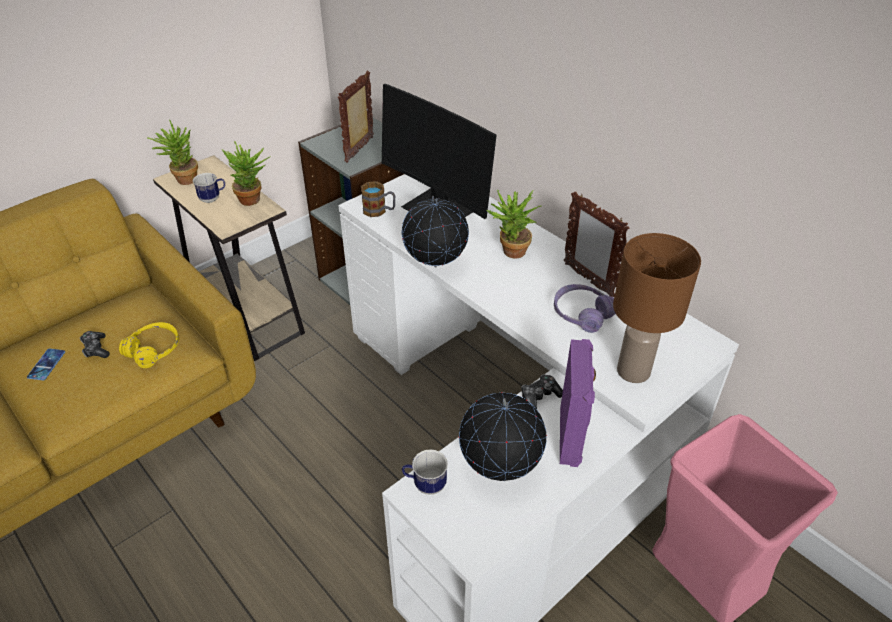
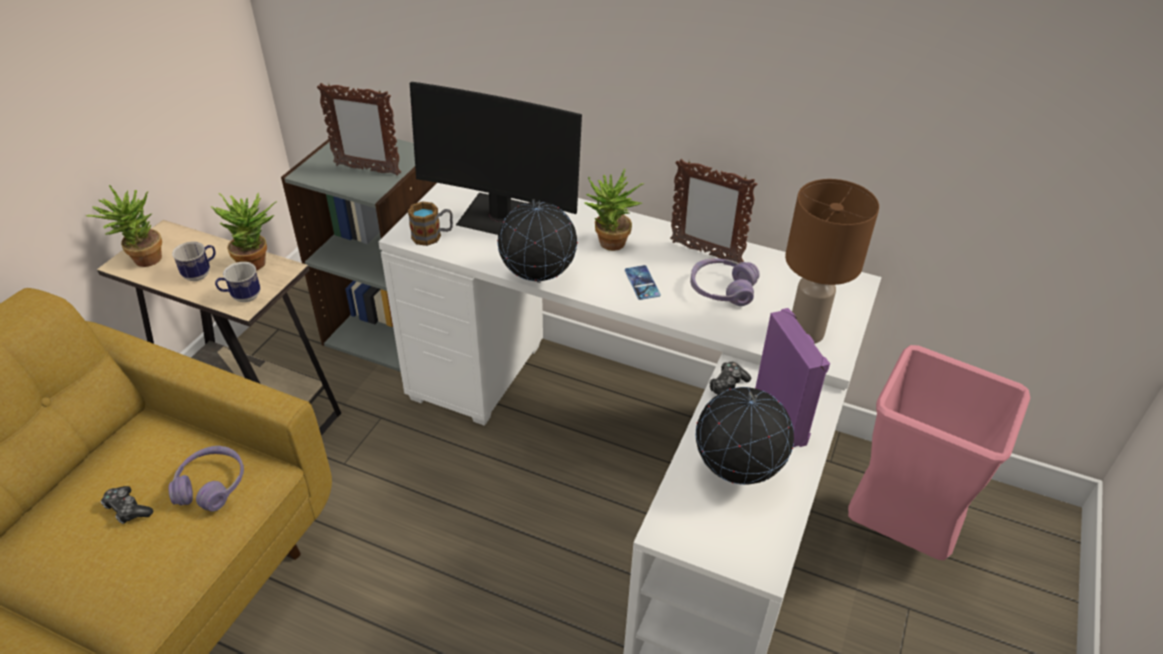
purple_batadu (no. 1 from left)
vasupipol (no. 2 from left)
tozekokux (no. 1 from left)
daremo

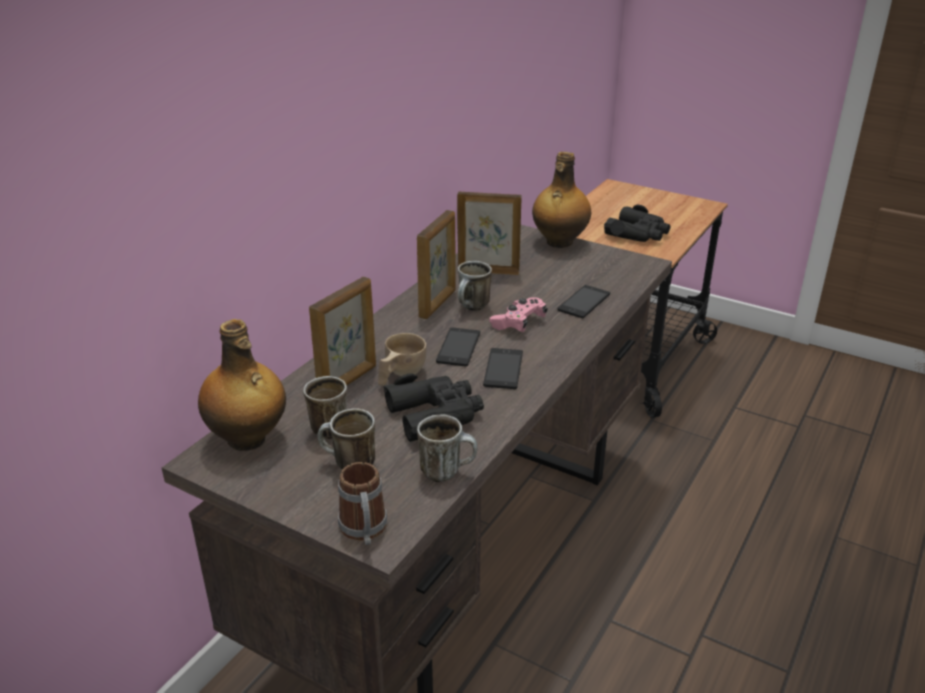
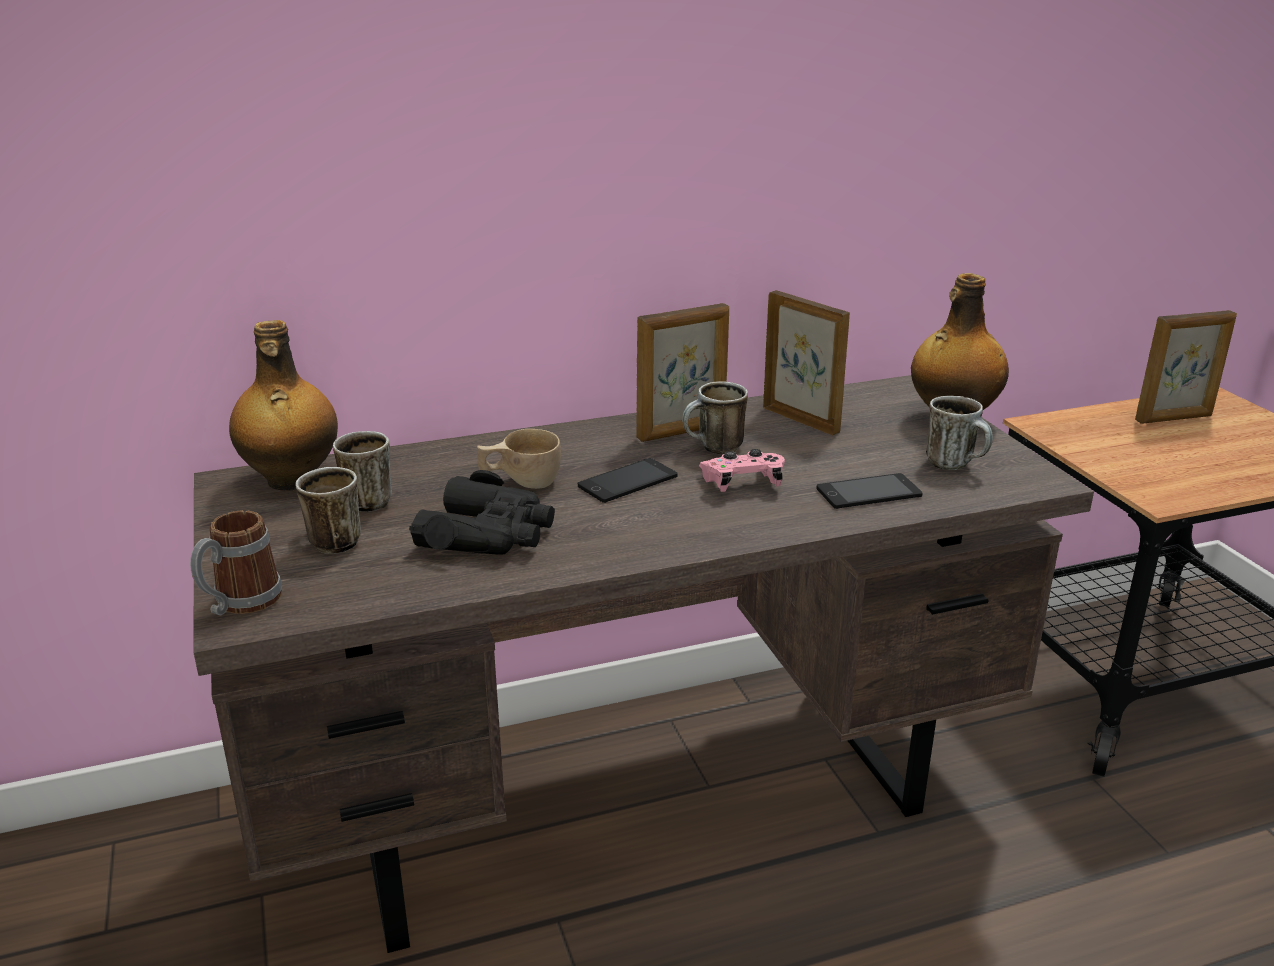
vasupipol (no. 5 from left)
tozekokux (no. 3 from left)
daremo (no. 2 from left in the first image)
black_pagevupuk (no. 2 from left in the first image)

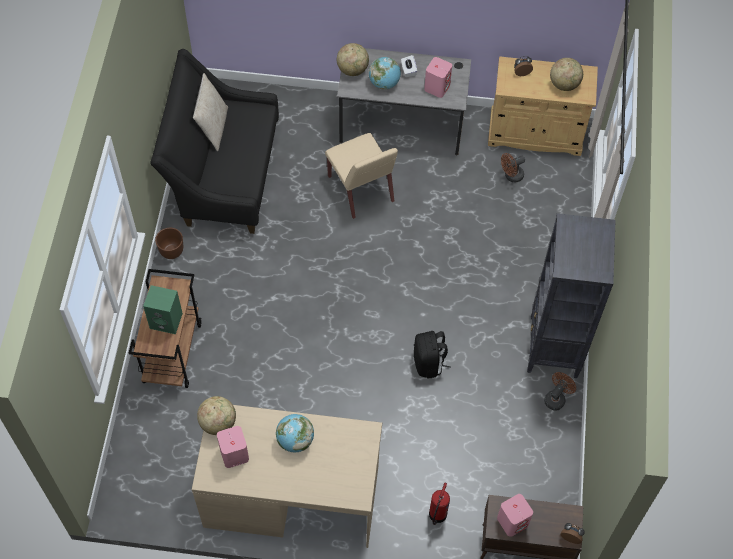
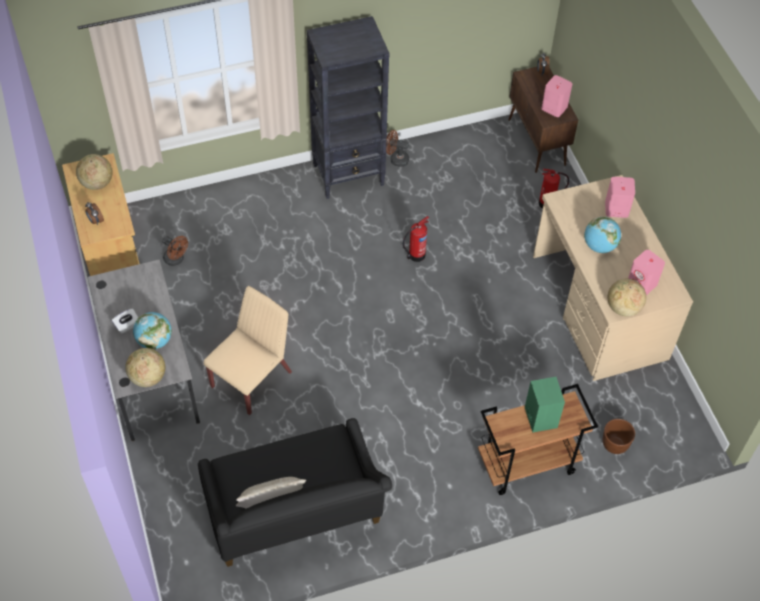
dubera (no. 1 from left)
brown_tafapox
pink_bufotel (no. 2 from left)

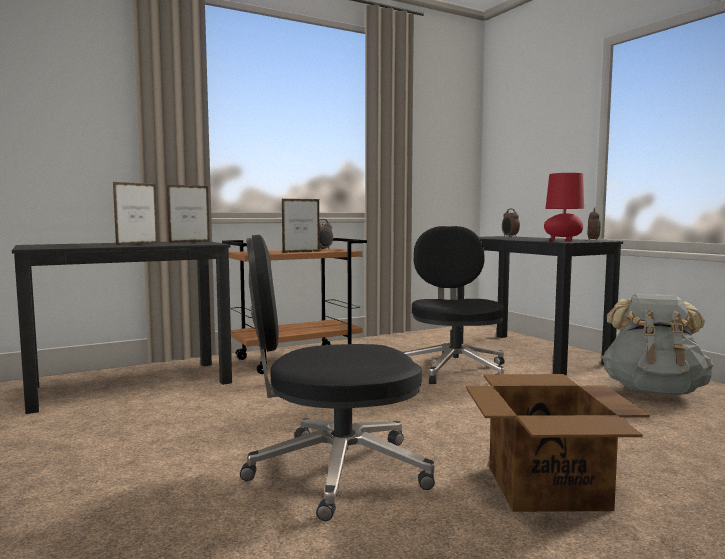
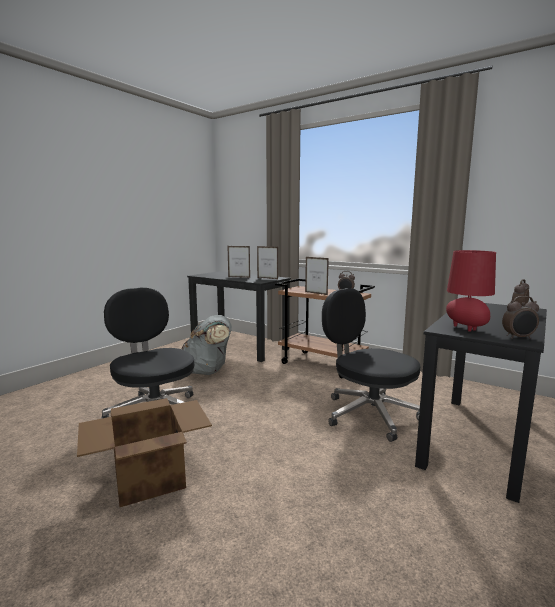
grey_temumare
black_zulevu (no. 2 from left)

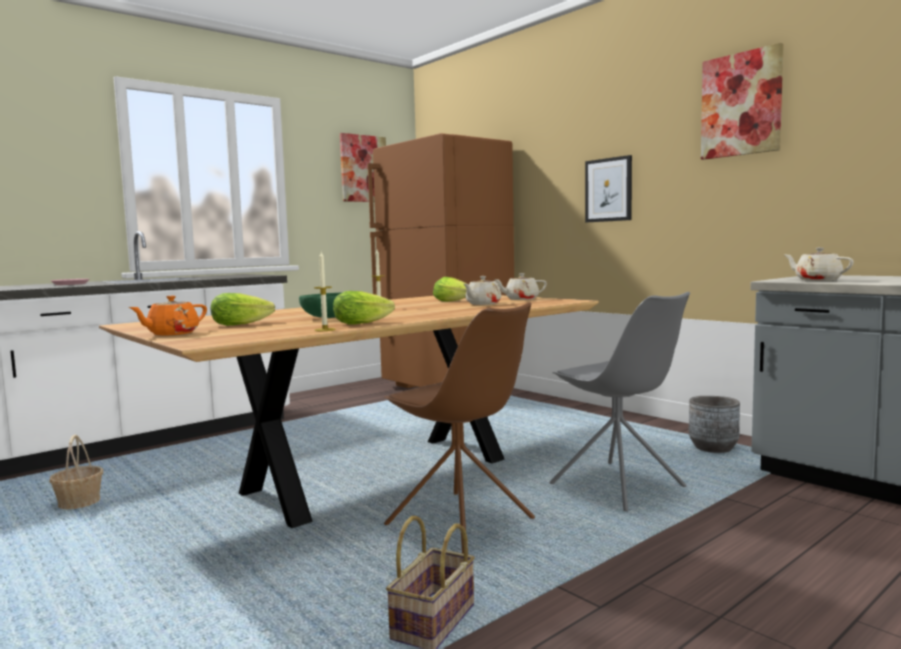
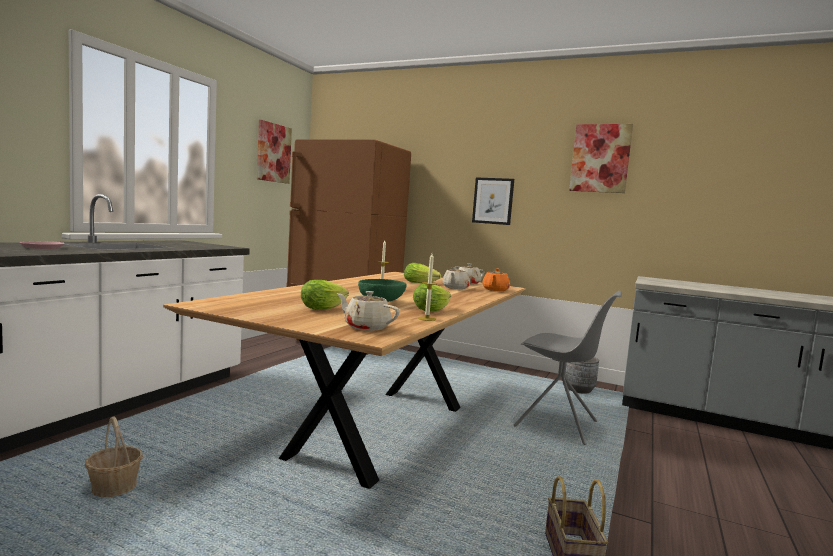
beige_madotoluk (no. 1 from left)
orange_madotoluk
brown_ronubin

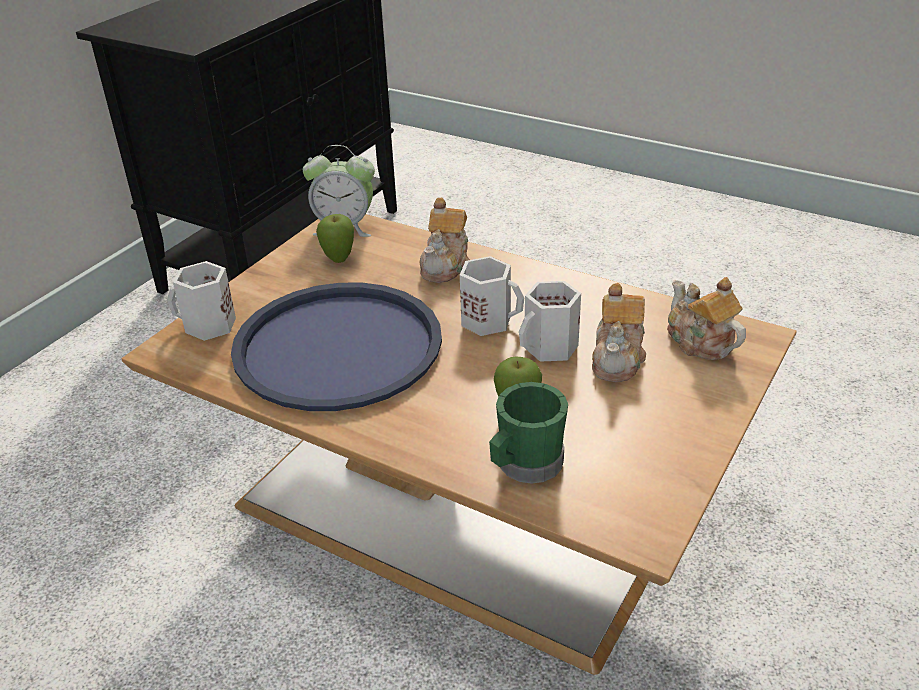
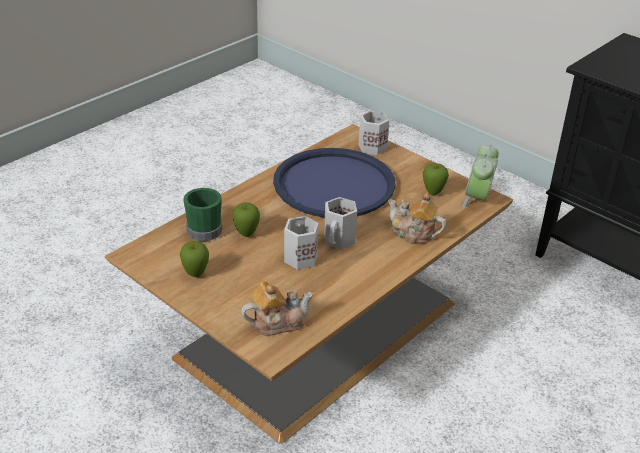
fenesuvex (no. 1 from left)
madotoluk (no. 2 from left in the first image)

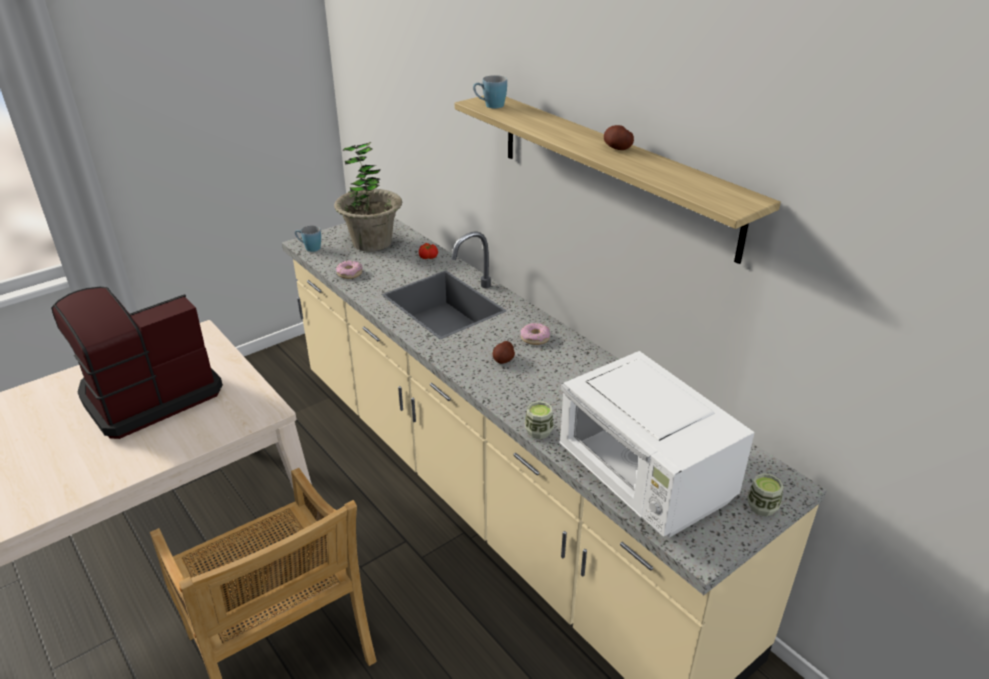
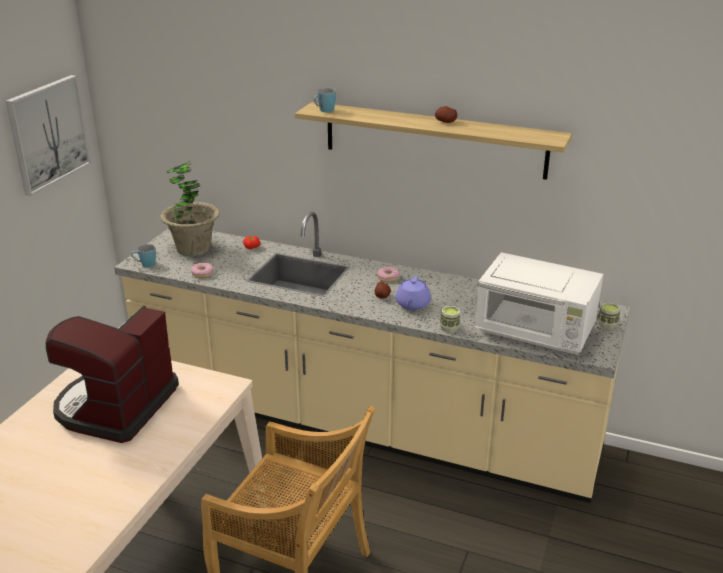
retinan
purple_madotoluk

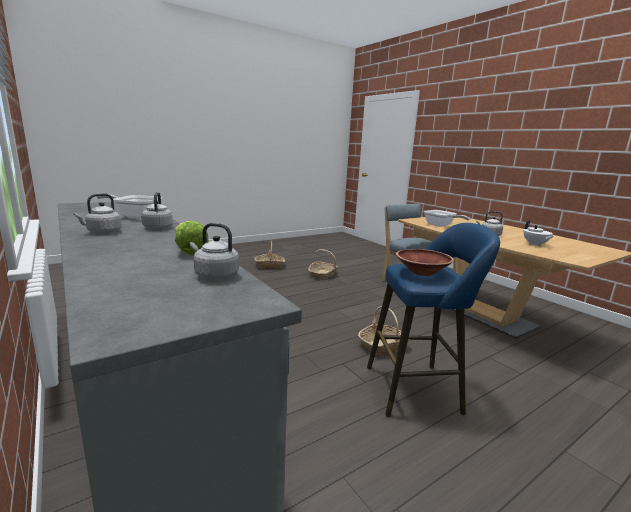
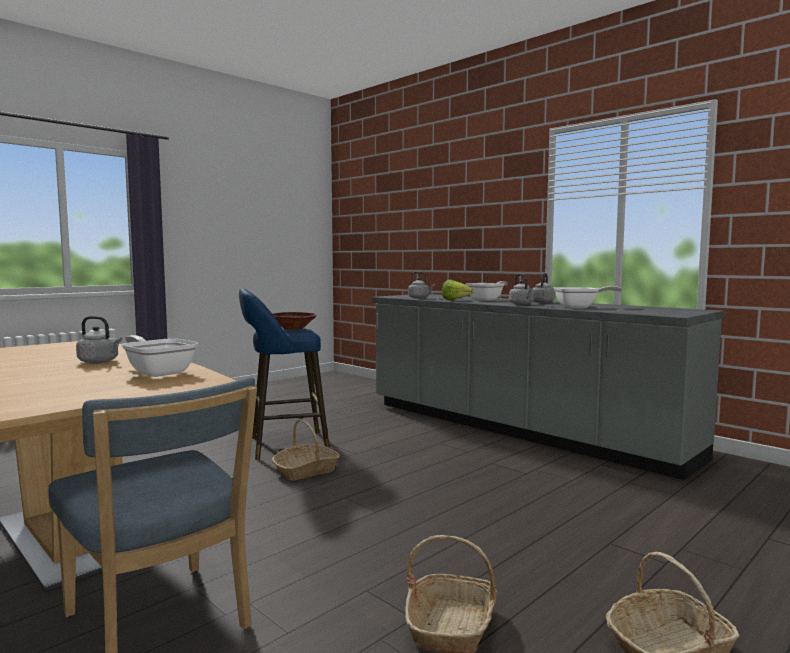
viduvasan (no. 2 from left)
white_madotoluk

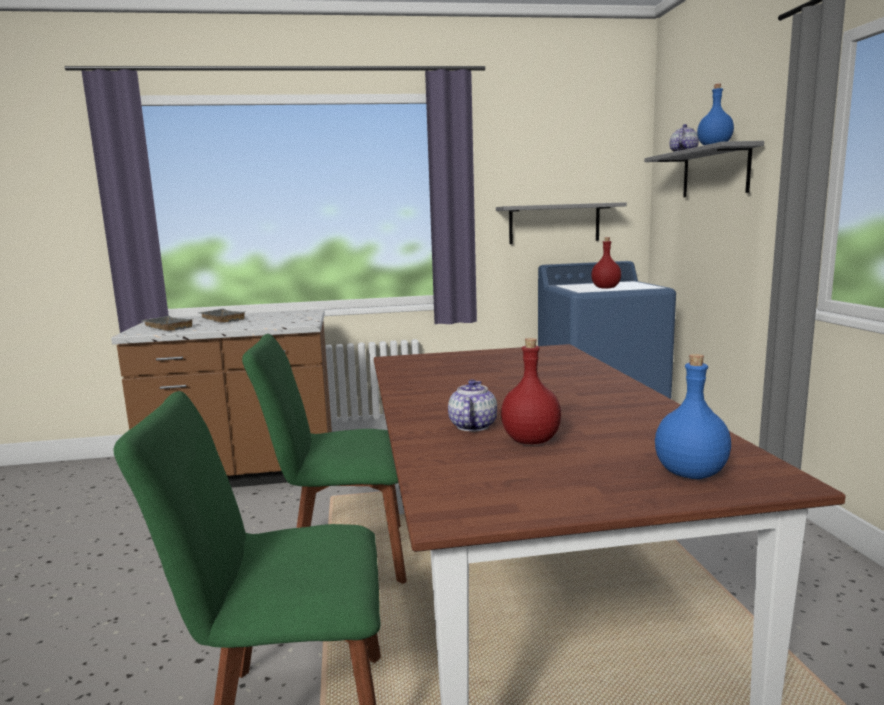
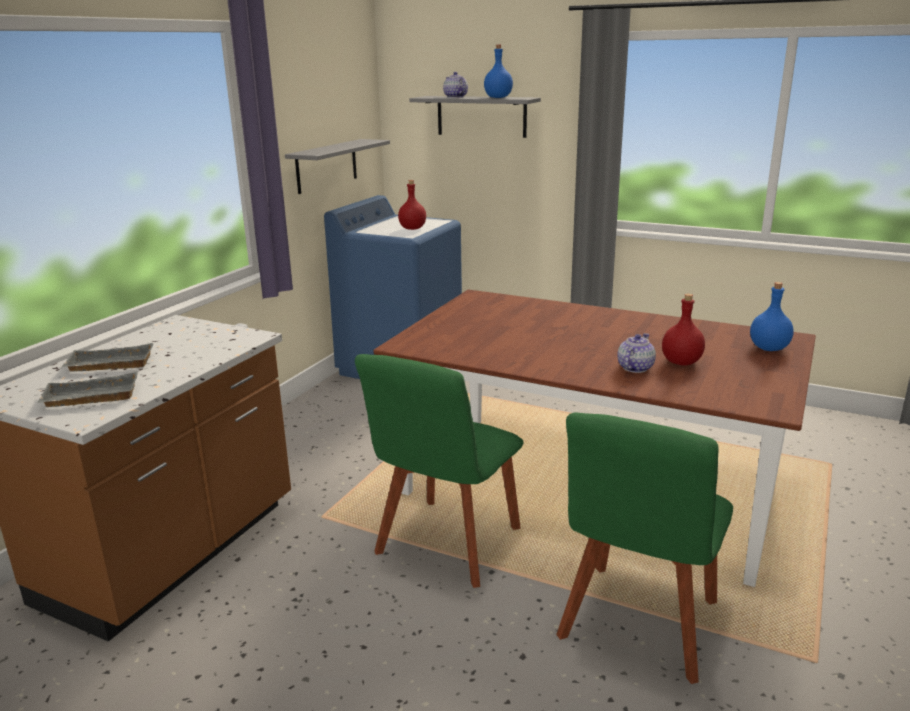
madotoluk (no. 2 from left)

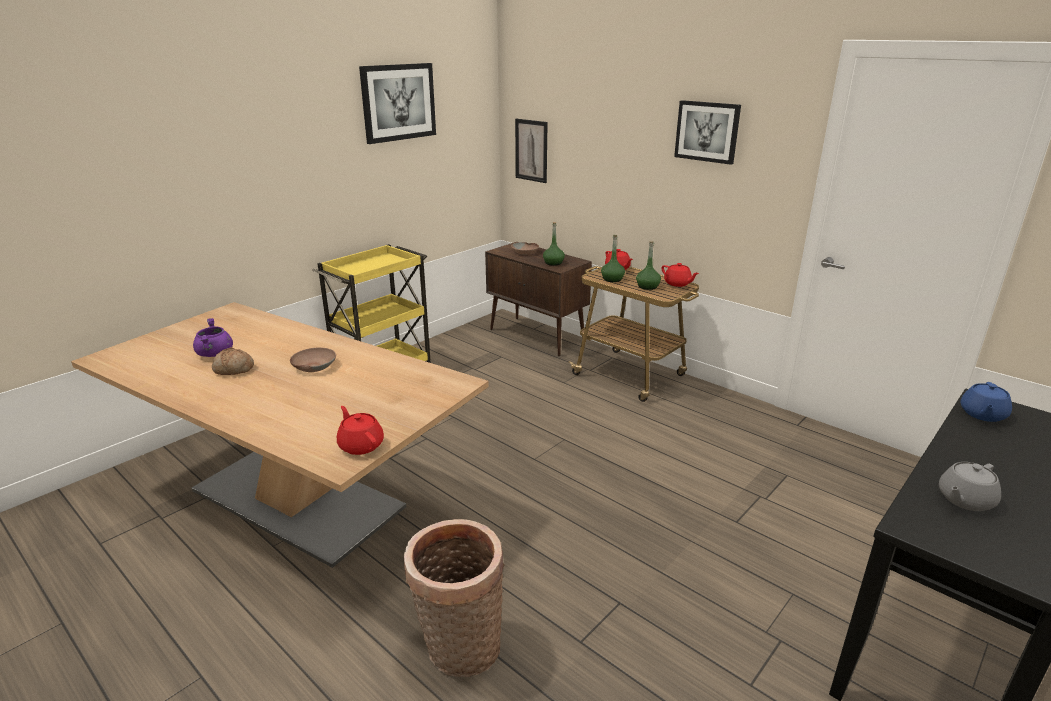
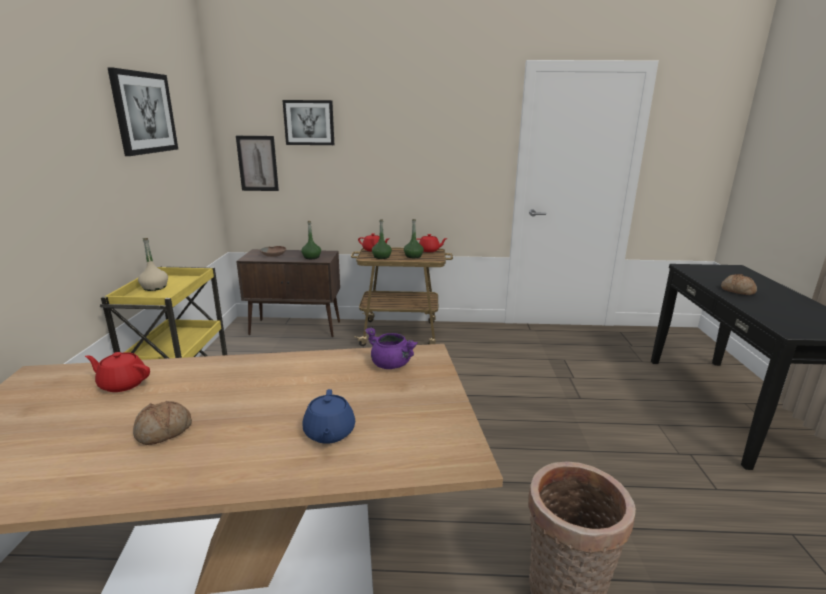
red_madotoluk (no. 1 from left)
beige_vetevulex
retinan (no. 3 from left)
blue_madotoluk
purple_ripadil
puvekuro (no. 2 from left)
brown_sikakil (no. 1 from left in the first image)
grey_madotoluk

